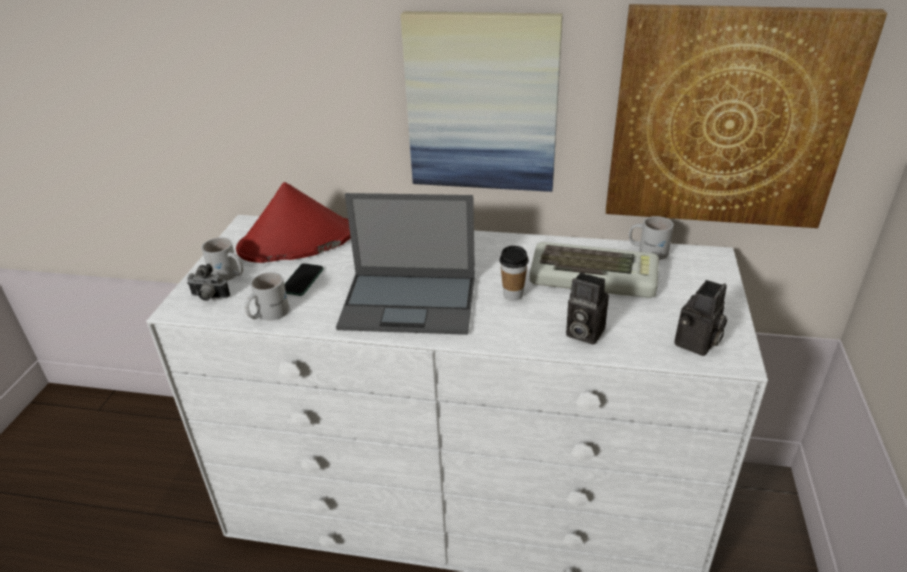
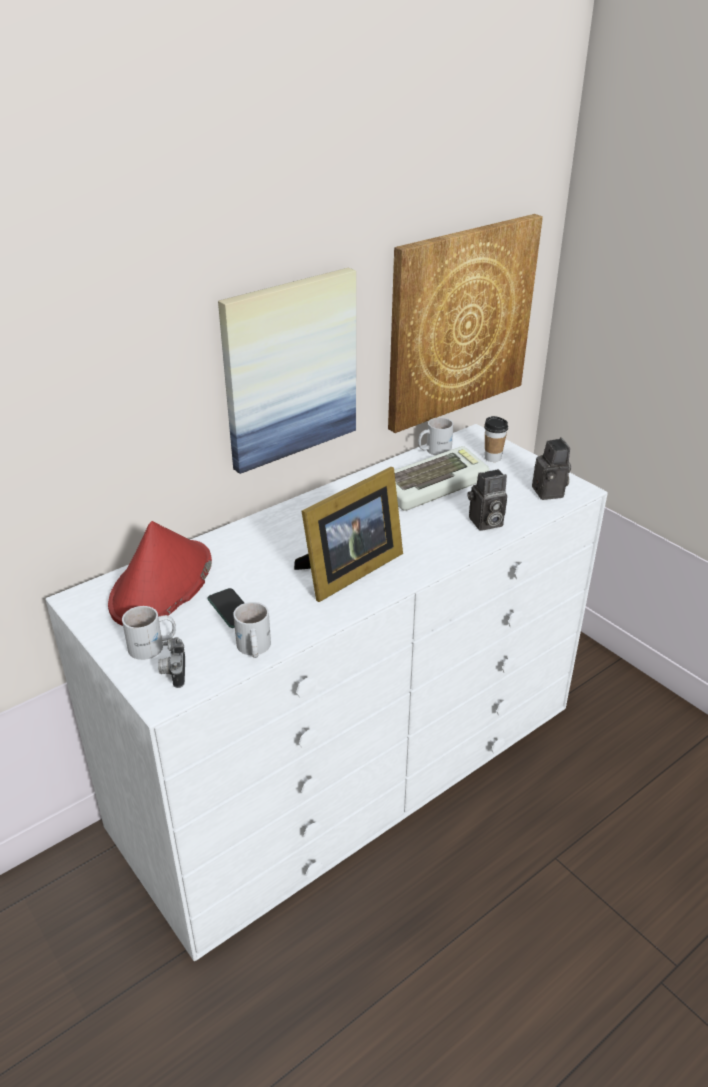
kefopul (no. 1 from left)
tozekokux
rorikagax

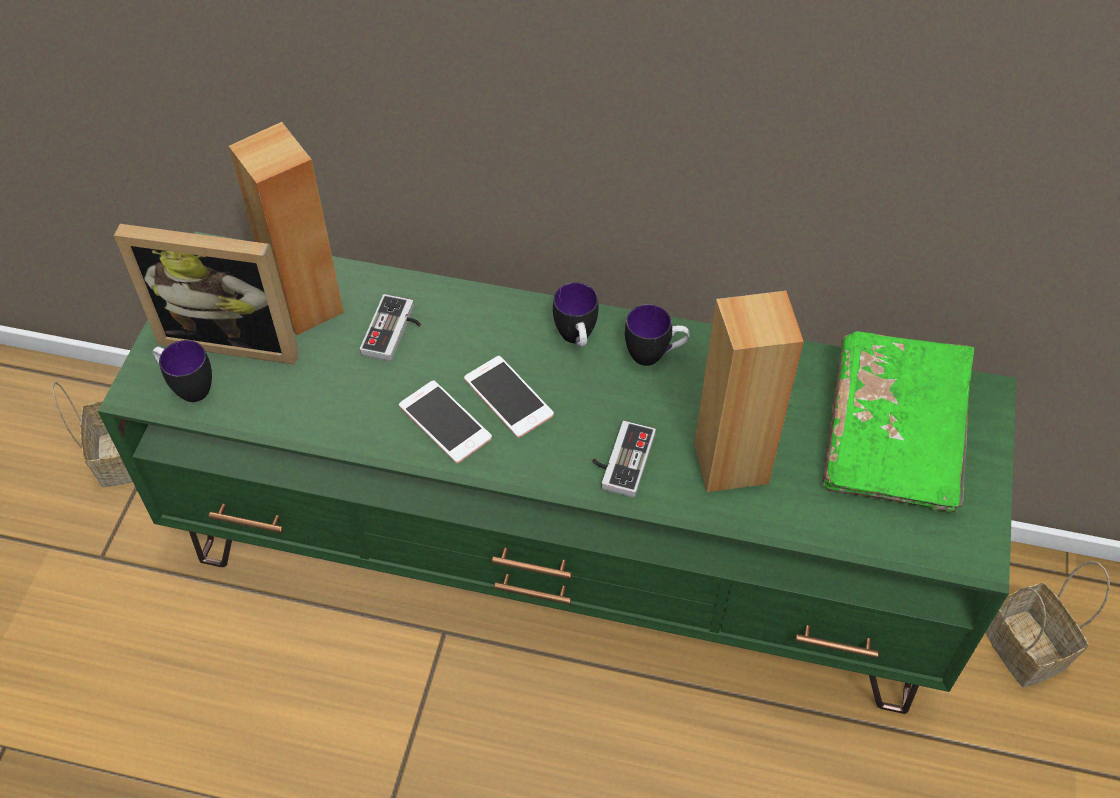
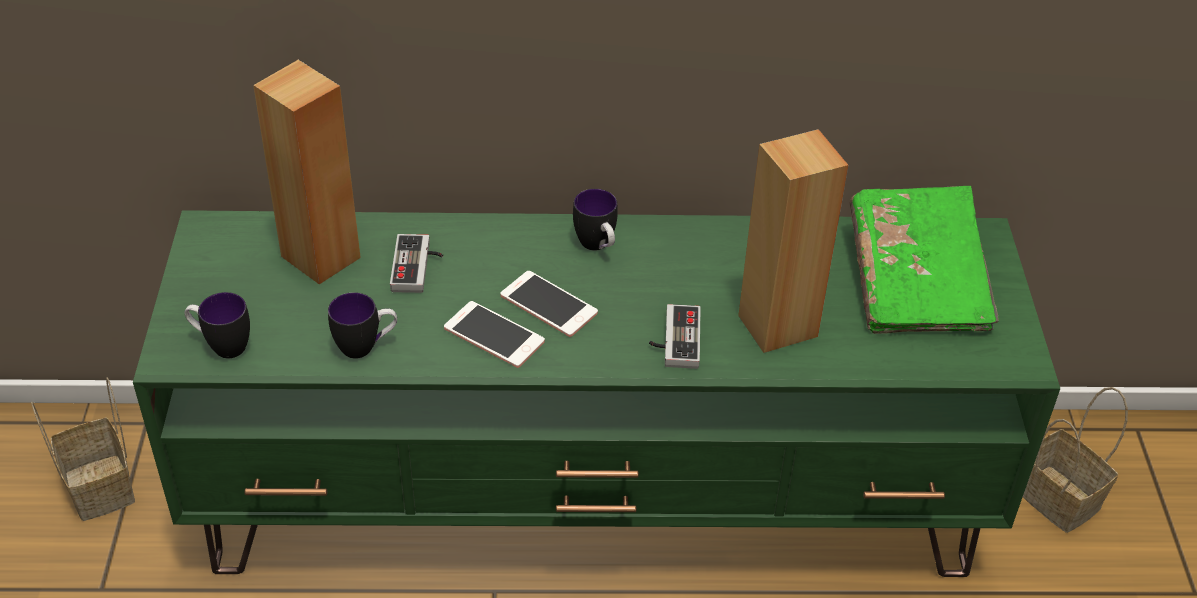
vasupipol (no. 2 from left)
tozekokux

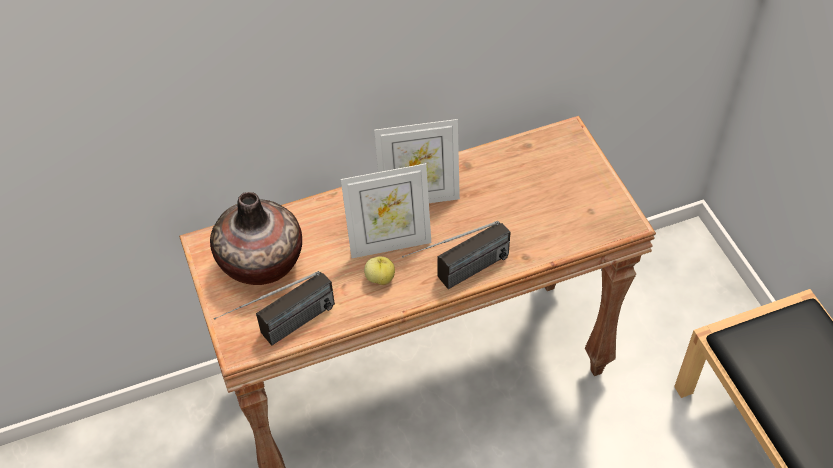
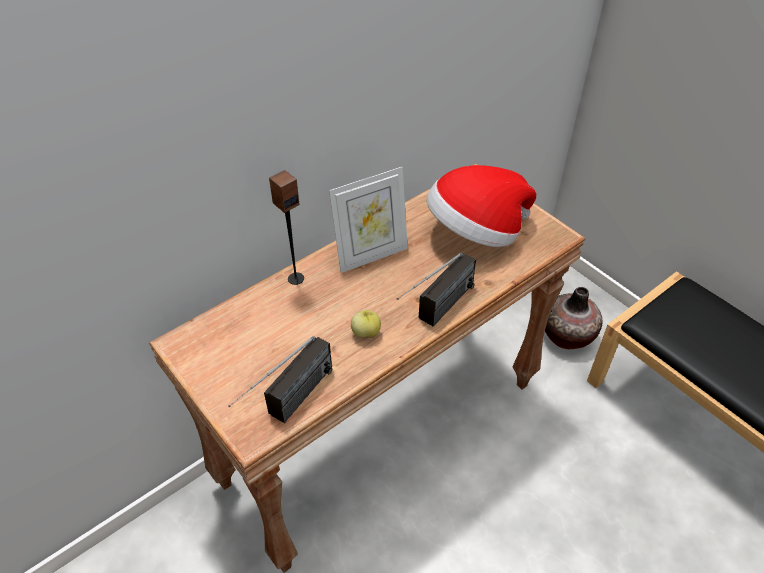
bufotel
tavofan
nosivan
tozekokux (no. 1 from left in the first image)

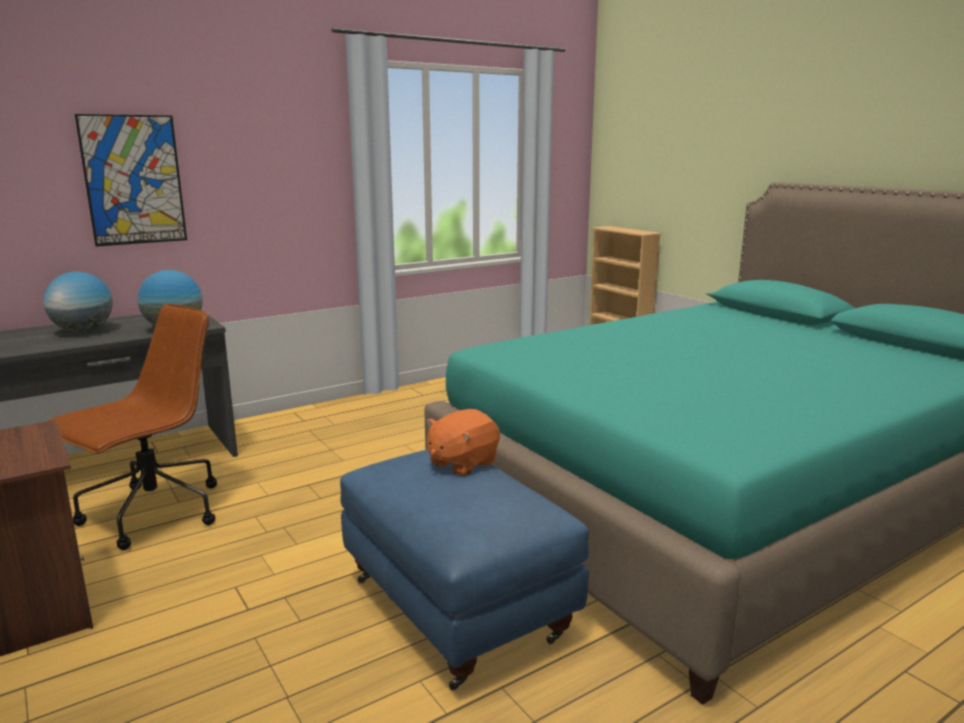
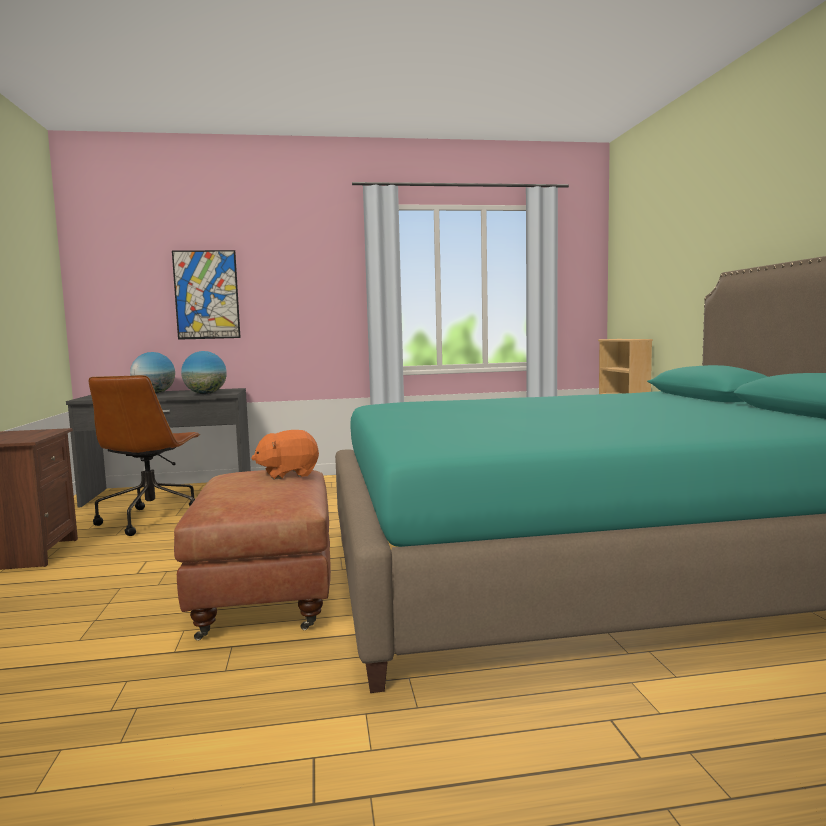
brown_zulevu
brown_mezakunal

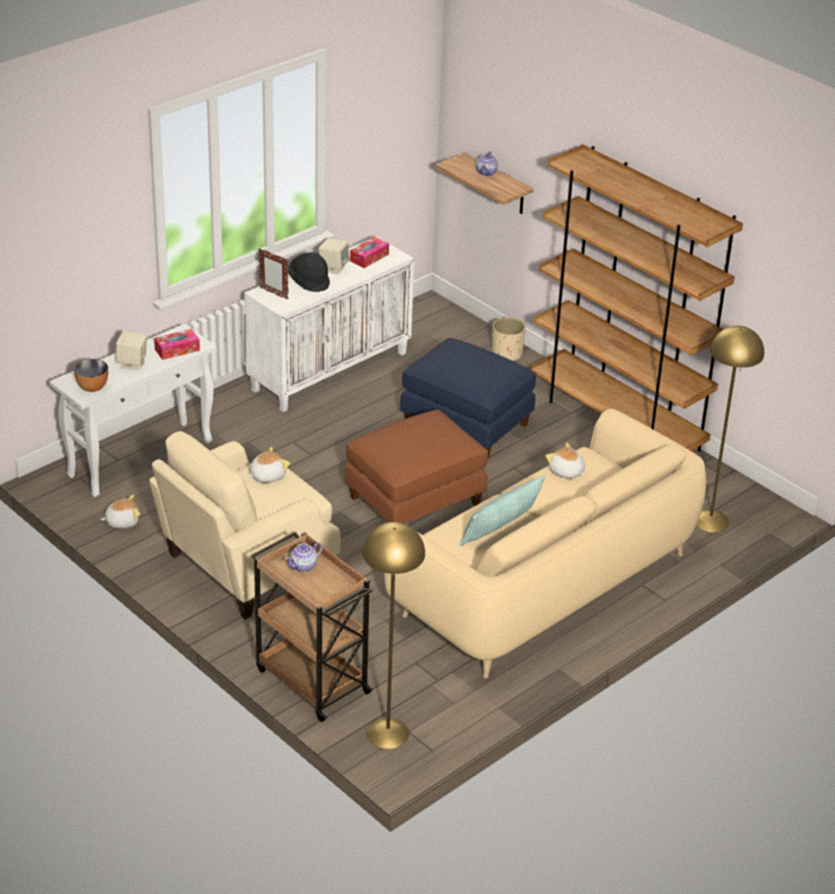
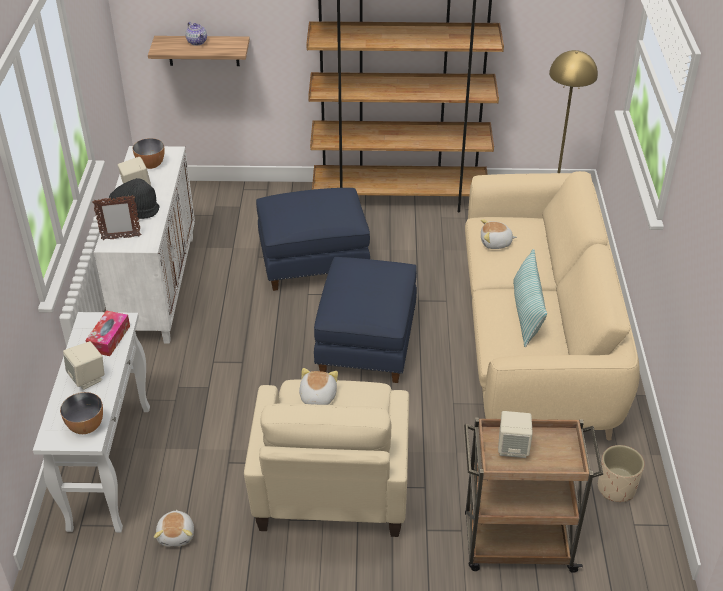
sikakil (no. 2 from left)
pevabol (no. 1 from left)
blue_mezakunal (no. 2 from left)
beige_bufotel (no. 3 from left)
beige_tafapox
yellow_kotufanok (no. 1 from left in the first image)

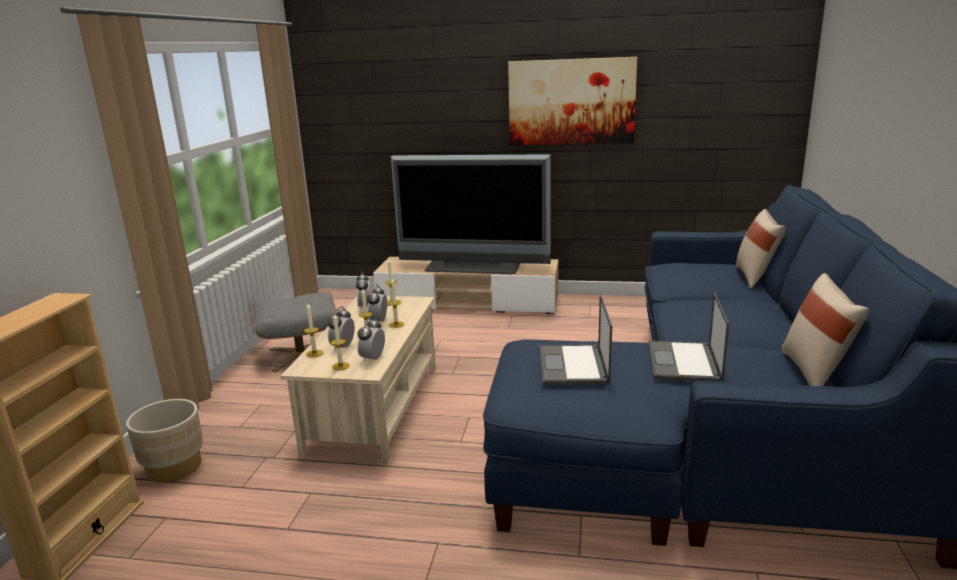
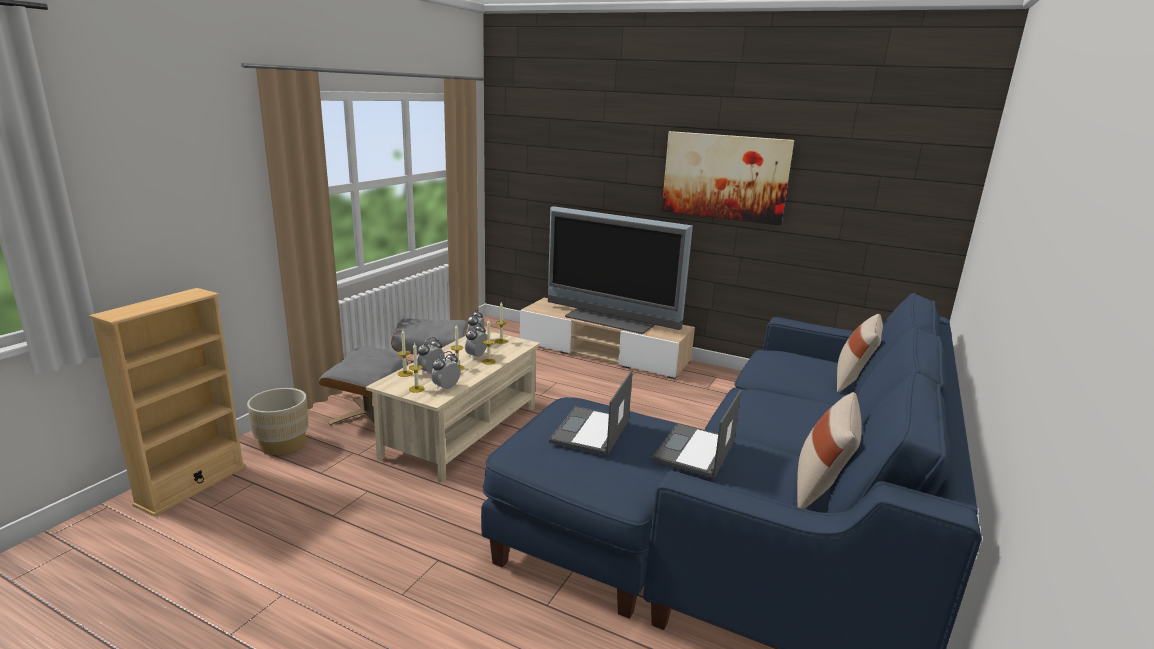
grey_mezakunal (no. 1 from left)

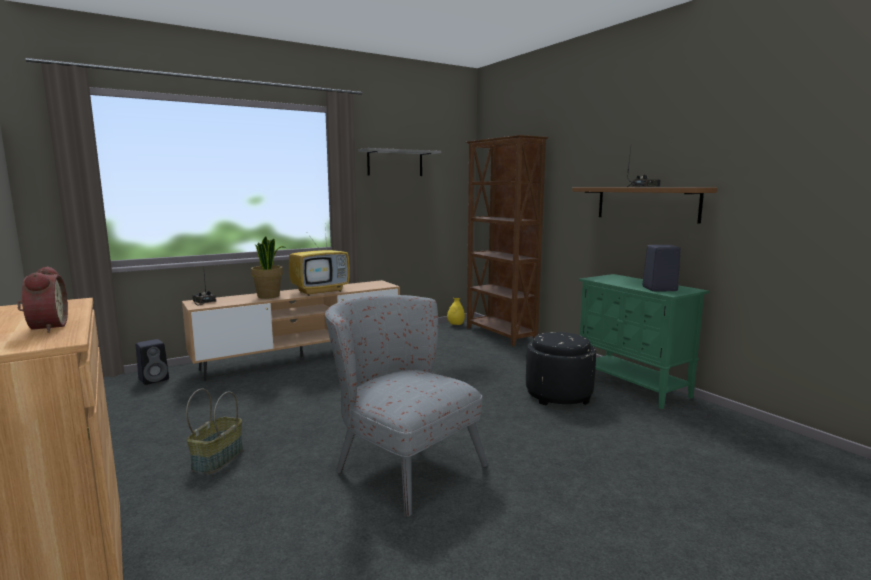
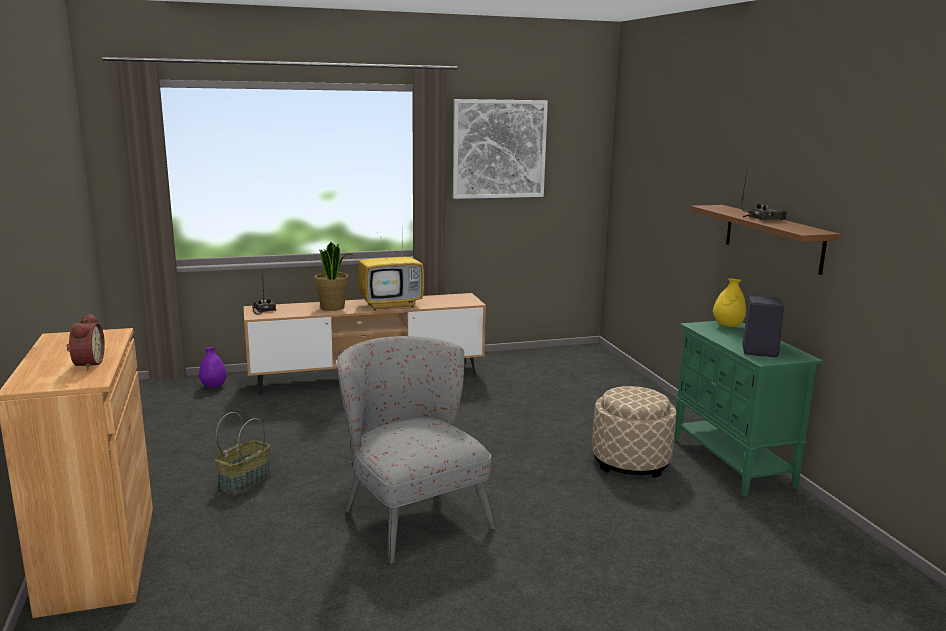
purple_nosivan
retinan
beige_mezakunal
yellow_nosivan
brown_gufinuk

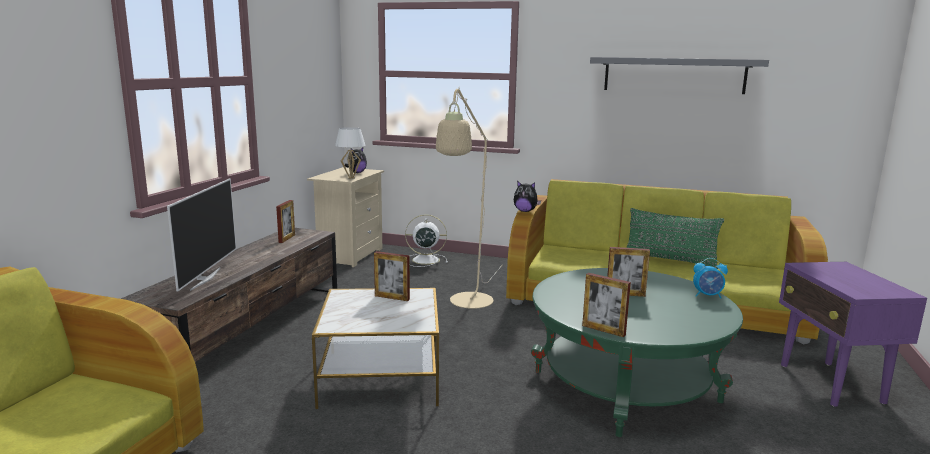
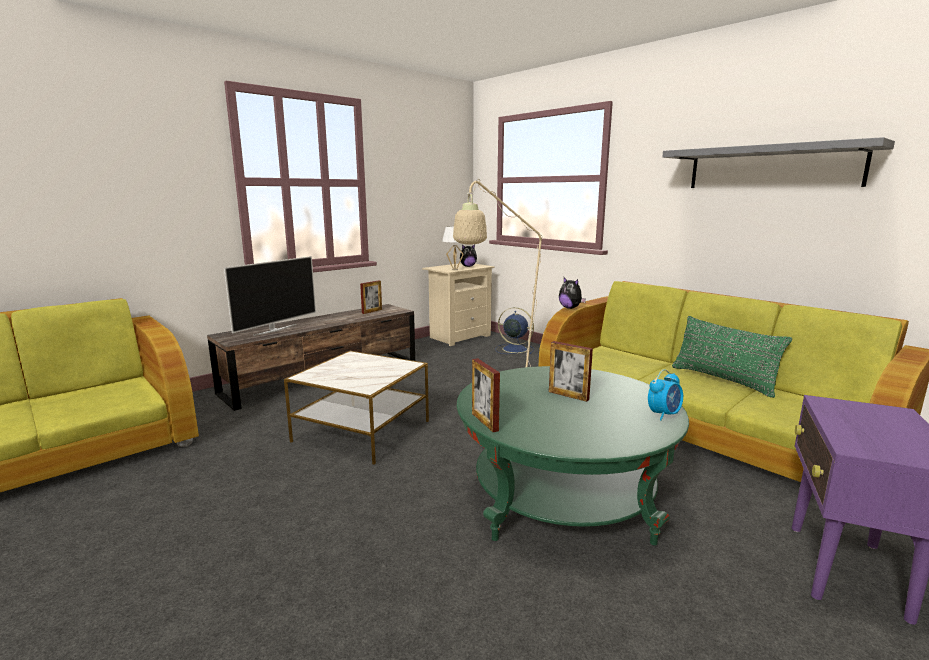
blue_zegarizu
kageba
tozekokux (no. 2 from left in the first image)

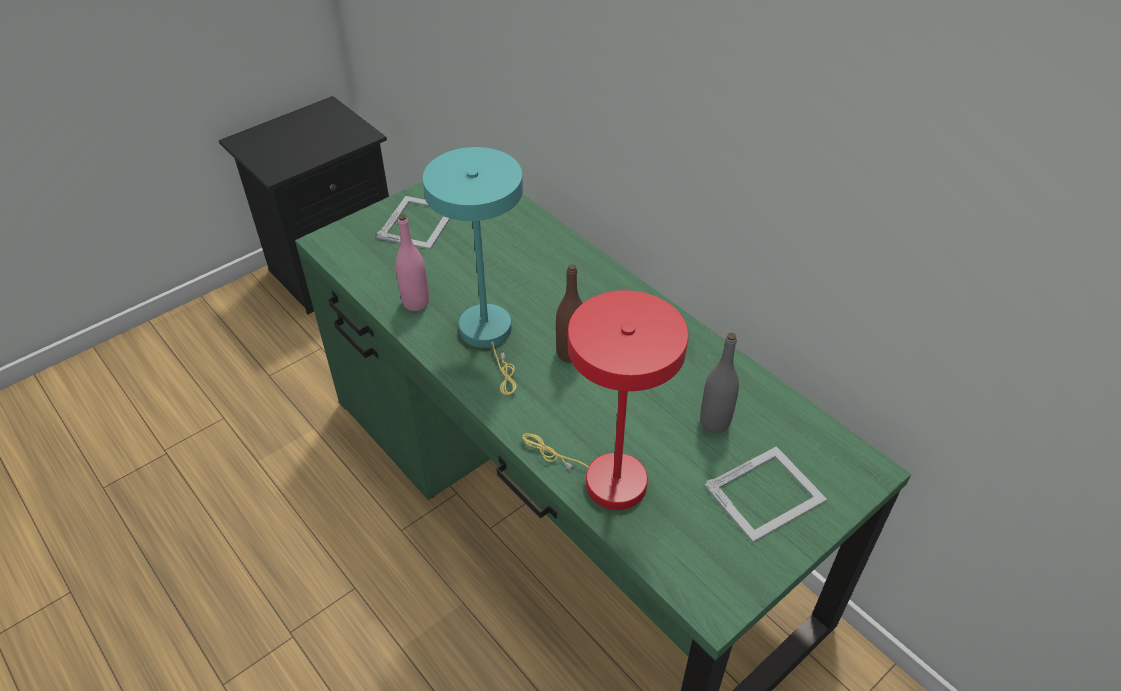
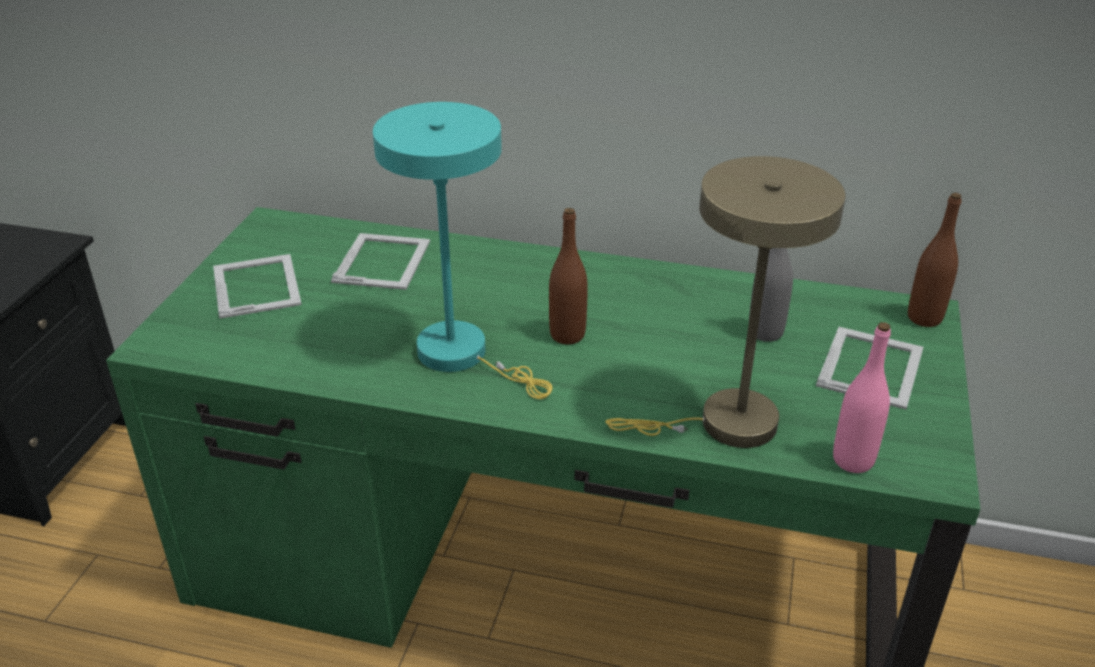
tozekokux (no. 2 from left)
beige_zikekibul
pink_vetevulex
brown_vetevulex (no. 2 from left)

